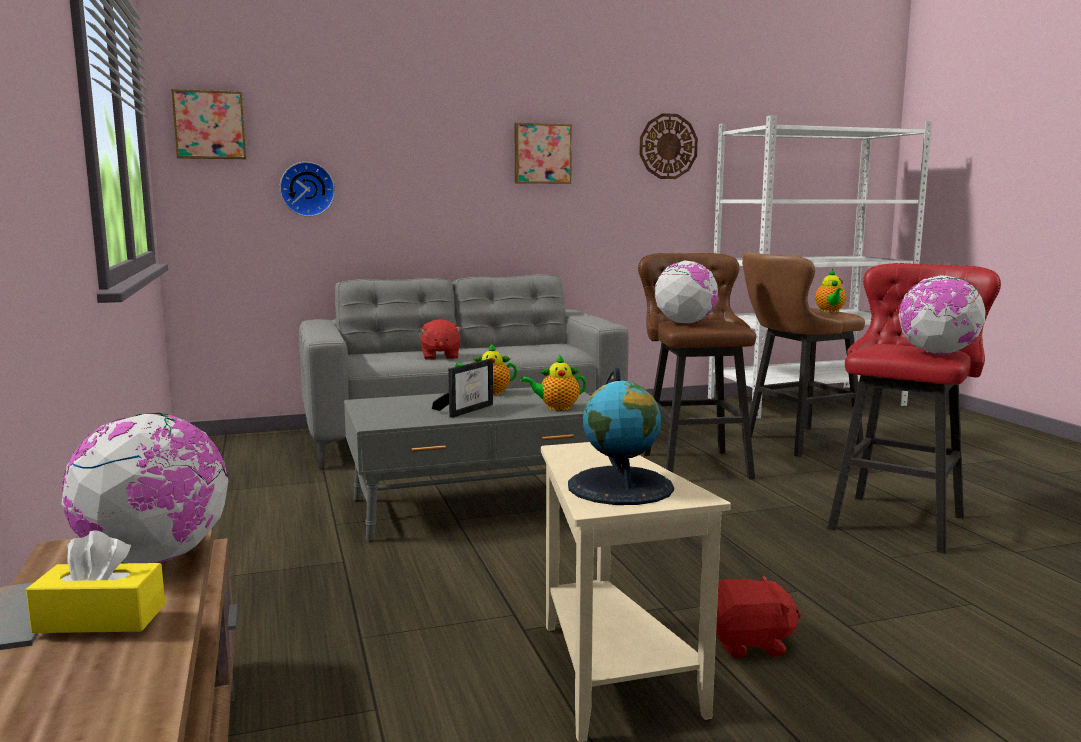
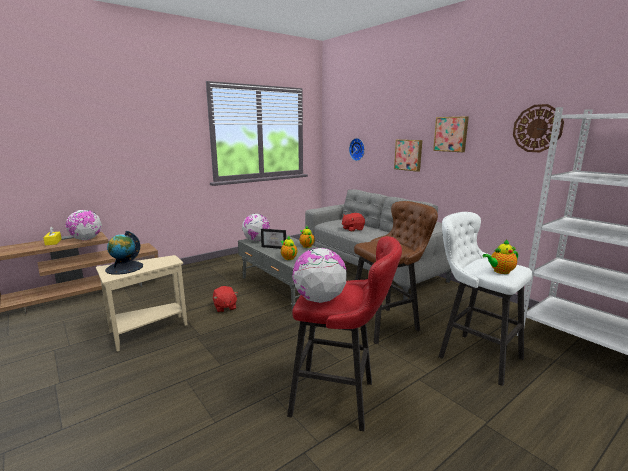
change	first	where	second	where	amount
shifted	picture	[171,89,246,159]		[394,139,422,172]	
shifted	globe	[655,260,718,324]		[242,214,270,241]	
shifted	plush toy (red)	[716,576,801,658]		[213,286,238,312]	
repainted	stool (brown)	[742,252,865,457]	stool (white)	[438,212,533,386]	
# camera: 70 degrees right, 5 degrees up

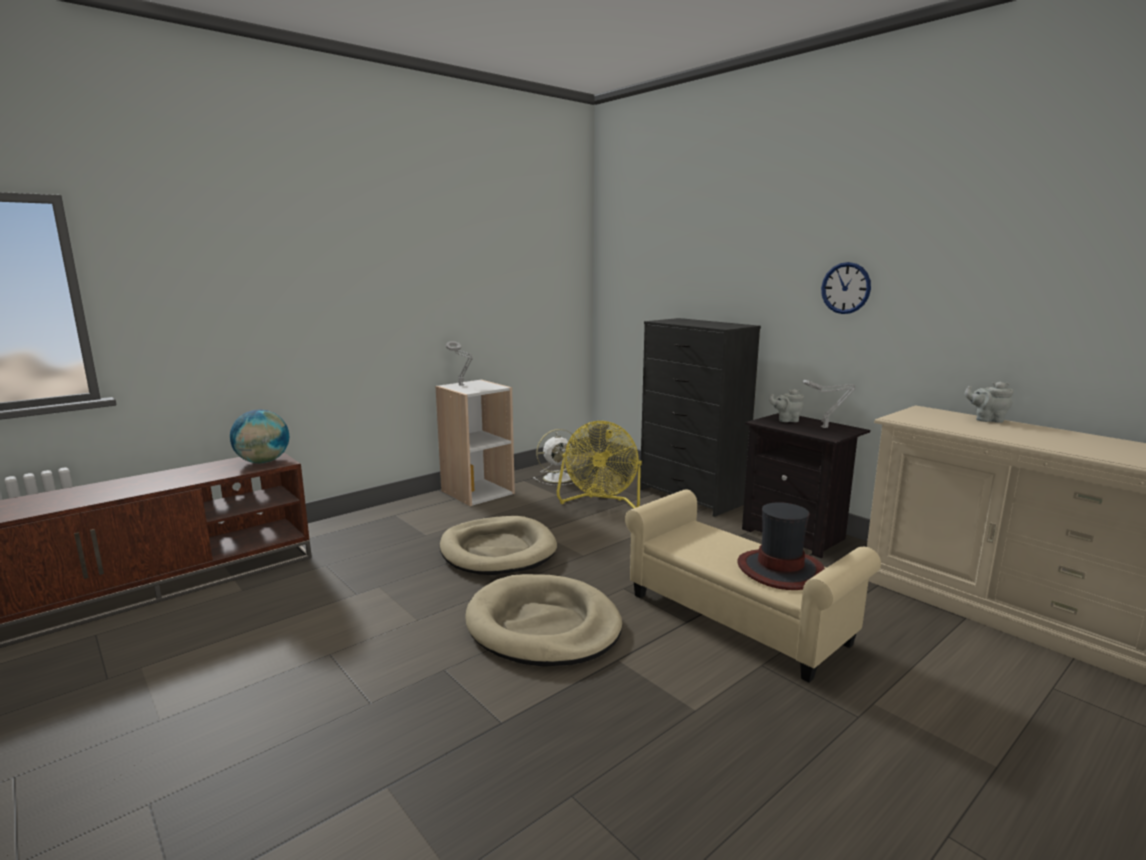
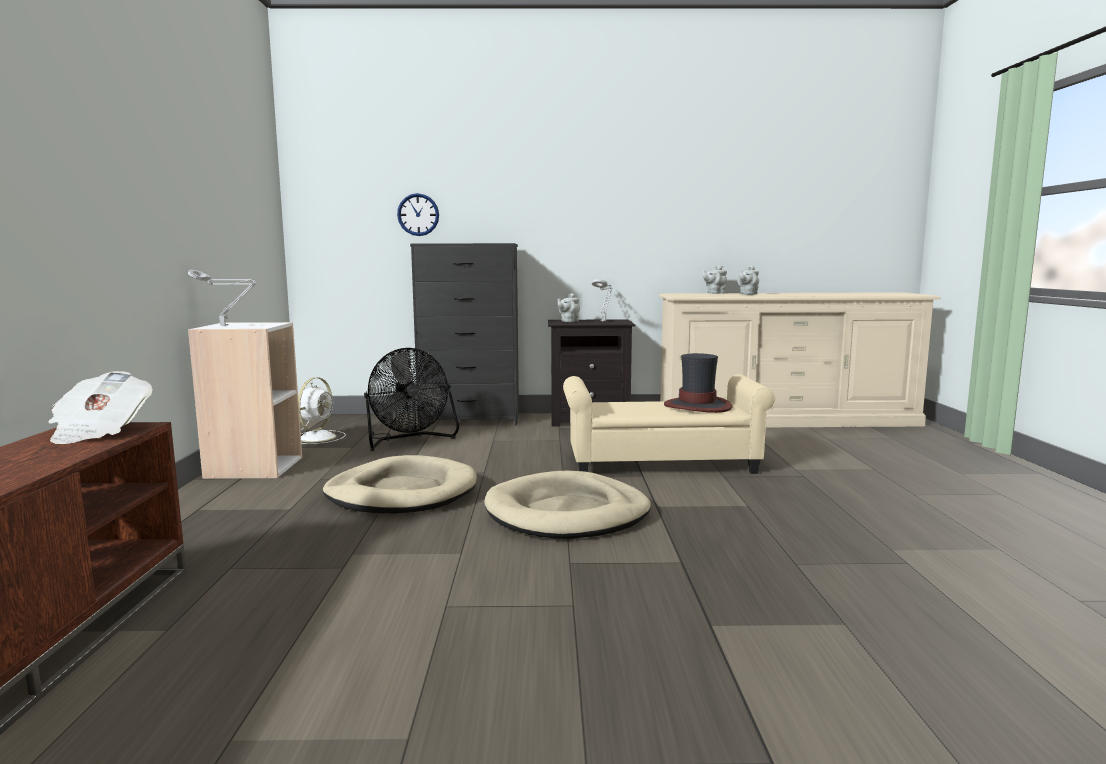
change	first	where	second	where	amount
new			teapot (grey)	[737,265,759,295]	
shifted	wall clock	[821,262,871,314]		[397,193,439,236]	
swapped	globe	[230,410,289,463]	newspaper	[48,371,153,444]	
repainted	fan (yellow)	[557,421,642,509]	fan (black)	[364,348,459,451]	
# camera: 50 degrees left, 5 degrees down

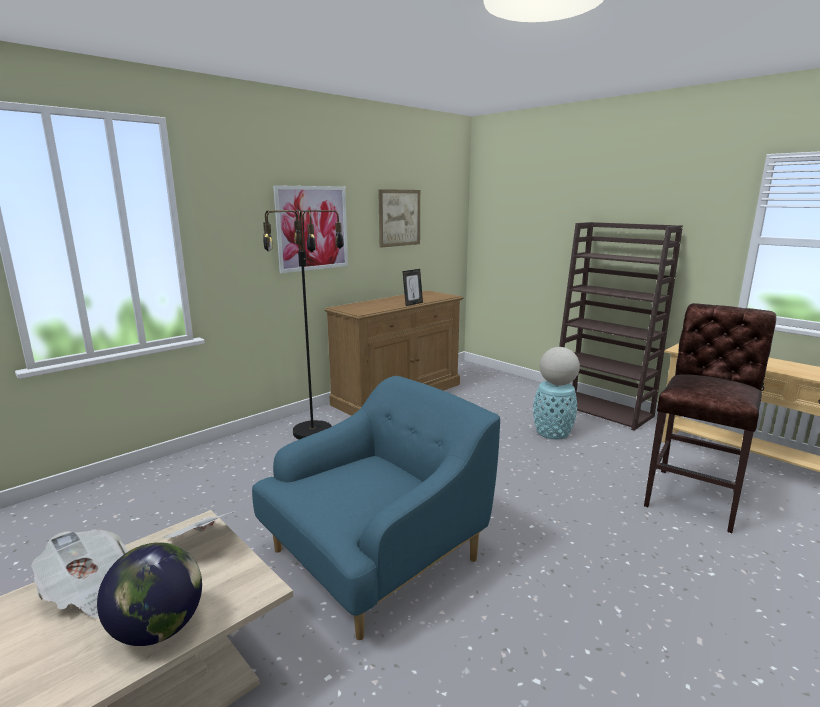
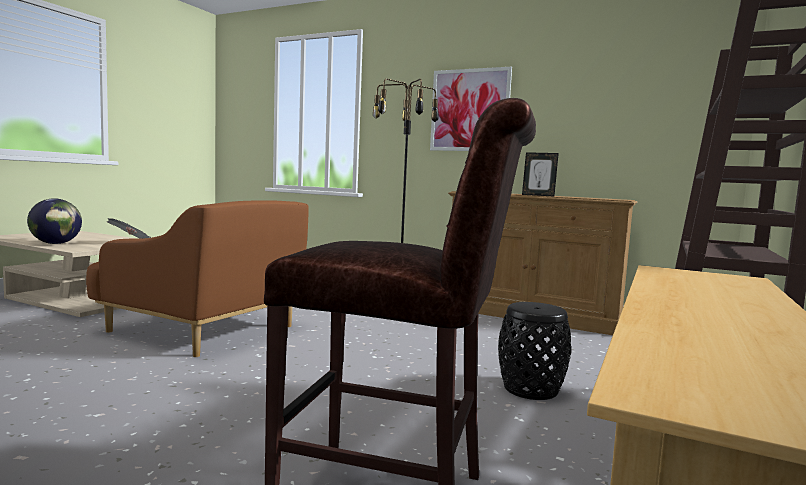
change	first	where	second	where	amount
gone	newspaper	[31,529,128,618]			
gone	picture	[378,189,420,248]			
gone	globe	[540,347,580,385]			
repainted	armchair (blue)	[252,376,500,640]	armchair (brown)	[86,200,309,357]	
repainted	stool (turquoise)	[533,381,577,439]	stool (black)	[498,302,571,400]	
# camera: 70 degrees right, 10 degrees down

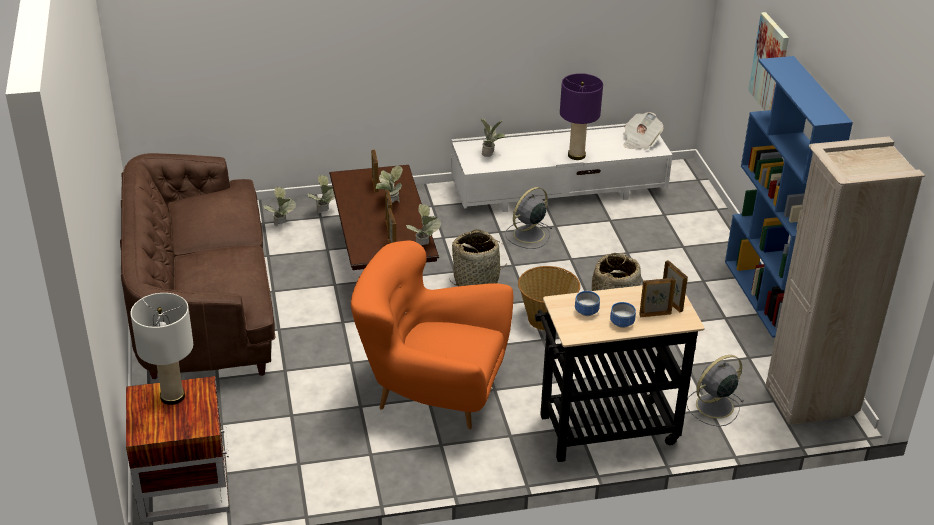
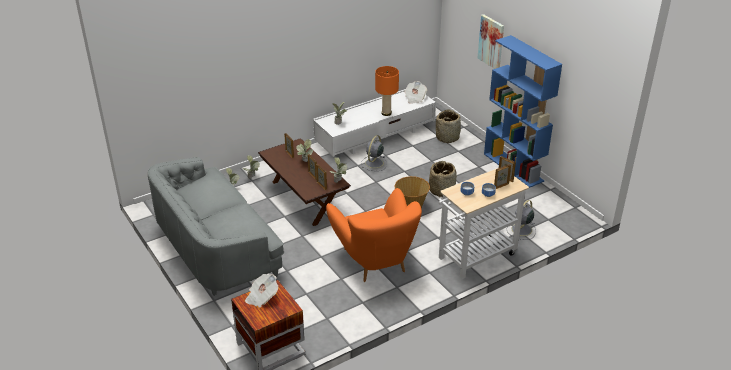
change	first	where	second	where	amount
gone	cabinet (beige)	[766,136,925,425]			
shifted	basket	[450,229,510,286]		[436,109,461,143]	
swapped	table lamp (white)	[131,293,193,405]	newspaper	[245,274,278,307]	
repainted	sofa (brown)	[120,153,276,379]	sofa (grey)	[148,157,284,296]	
repainted	cart (black)	[535,285,705,462]	cart (white)	[439,168,529,279]	
repainted	table lamp (purple)	[560,73,603,160]	table lamp (orange)	[375,66,399,116]	
rotated	armchair (orange)	[351,241,513,429]		[326,188,422,282]	105 degrees counterclockwise
# camera: 20 degrees left, 0 degrees up

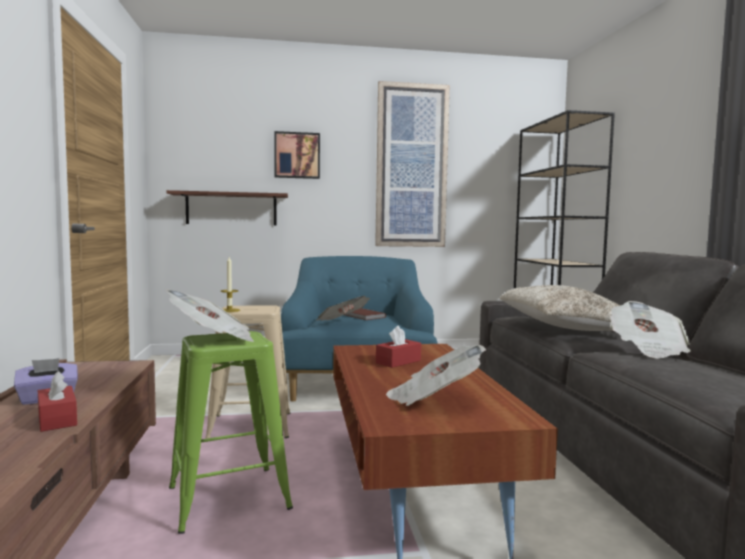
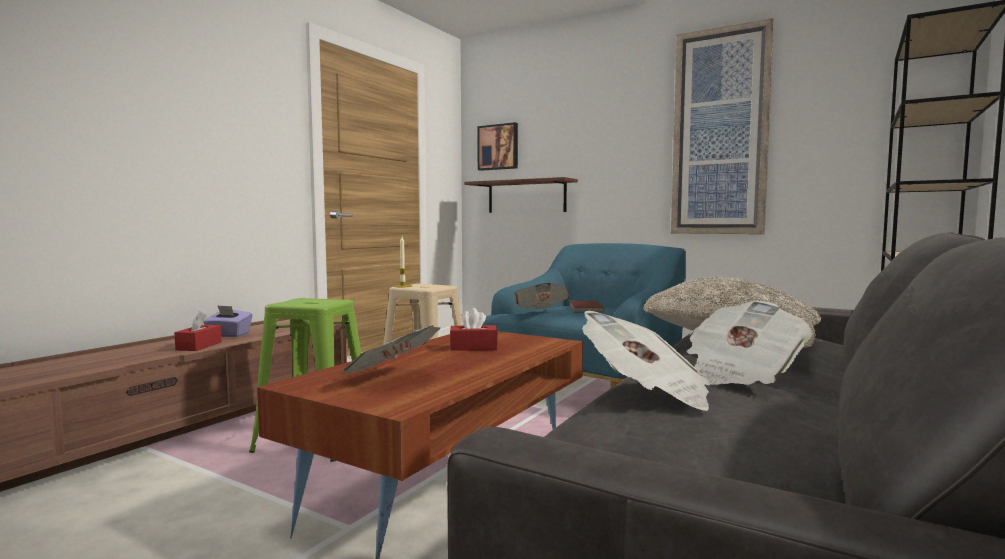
change	first	where	second	where	amount
shifted	newspaper	[166,289,254,342]		[582,311,710,411]	
shifted	picture	[275,131,320,179]		[477,122,518,171]	
# camera: 40 degrees right, 0 degrees up

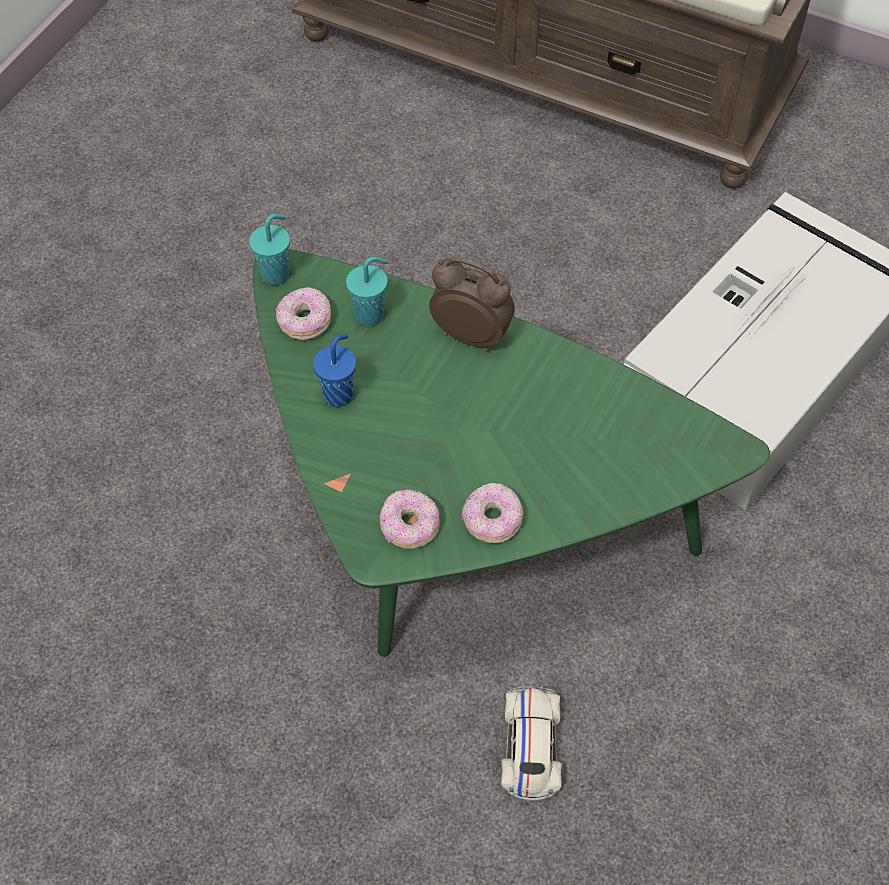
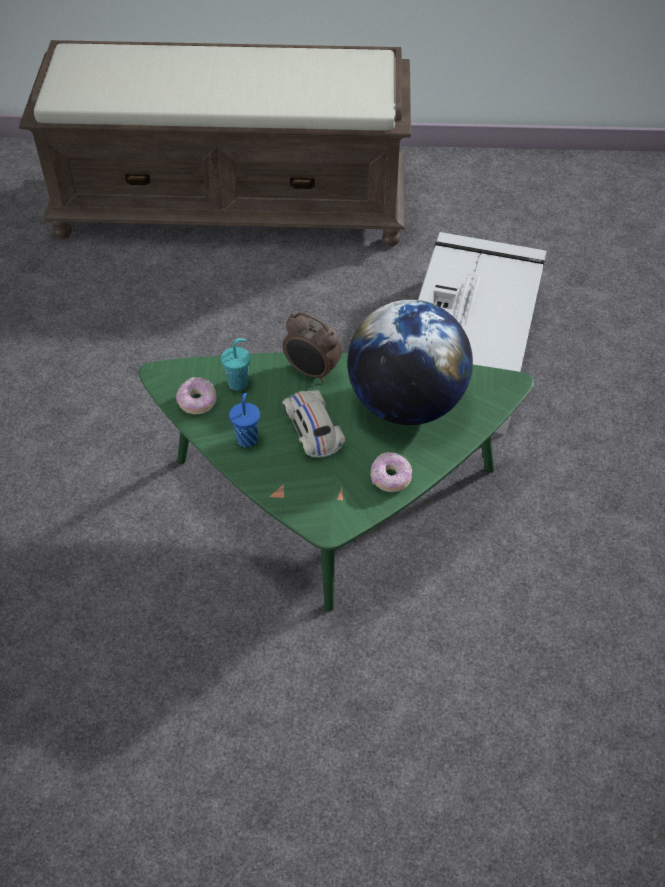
change	first	where	second	where	amount
gone	cup (turquoise)	[249,214,290,285]			
gone	donut	[380,490,440,549]			
new			globe	[347,300,473,425]	
shifted	toy car (white)	[501,686,562,801]		[282,390,345,458]	
rotated	alarm clock	[429,257,515,351]		[282,311,341,383]	150 degrees counterclockwise
# camera: 25 degrees left, 5 degrees down

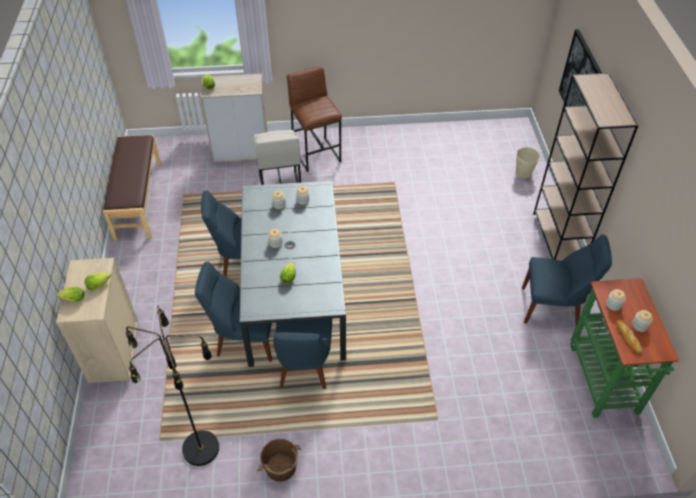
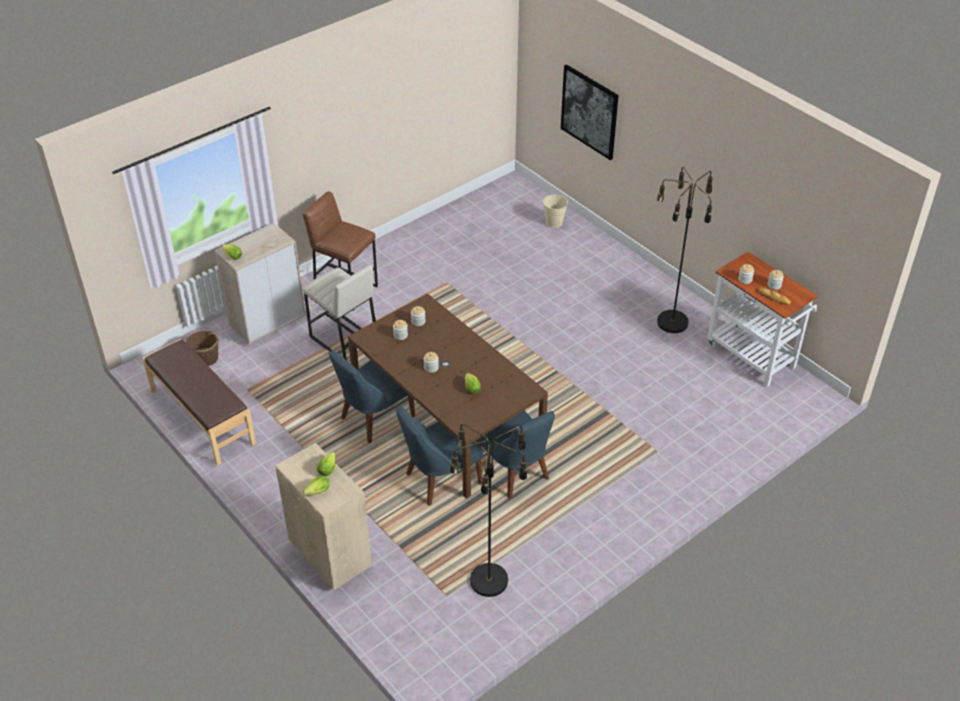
change	first	where	second	where	amount
gone	bookcase (beige)	[533,73,638,262]			
shifted	bucket (brown)	[257,439,301,482]		[186,330,219,366]	
swapped	chair (blue)	[522,234,612,325]	floor lamp	[657,167,712,333]	
repainted	dining table (grey)	[240,181,346,367]	dining table (brown)	[348,294,548,499]	
repainted	cart (green)	[571,278,679,418]	cart (white)	[707,252,817,387]	
# camera: 35 degrees left, 5 degrees down

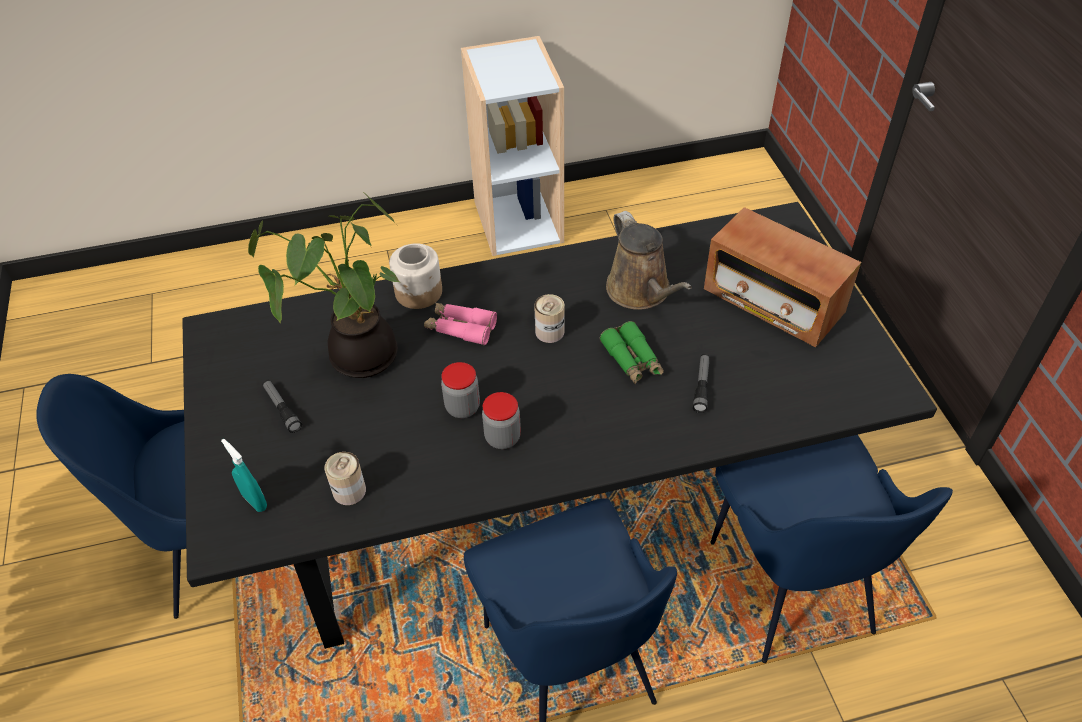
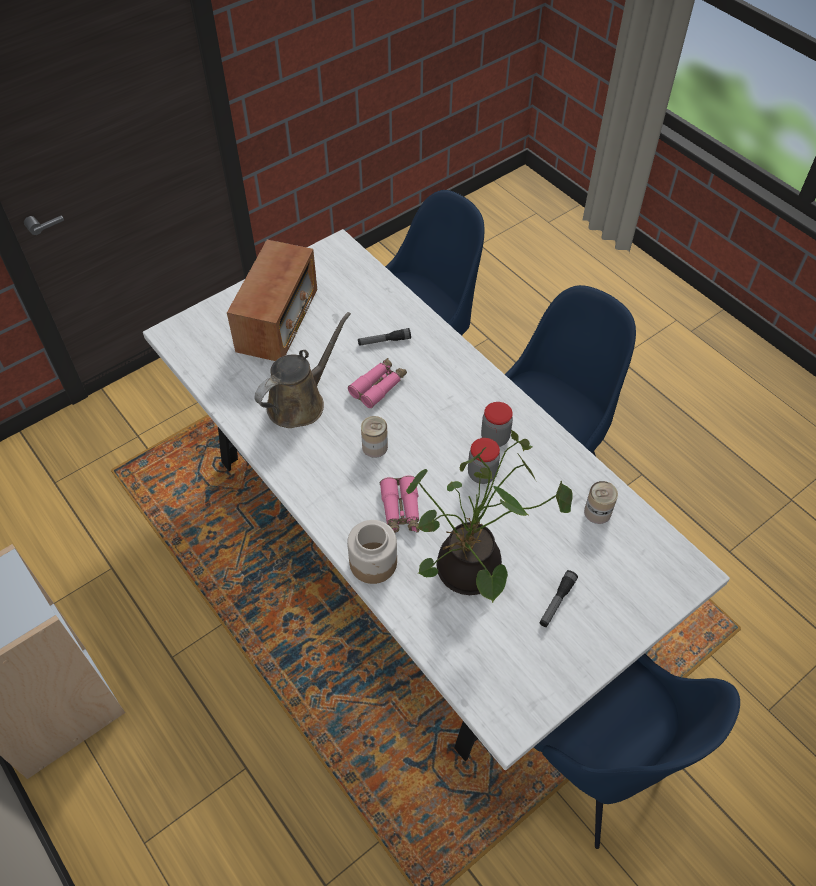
change	first	where	second	where	amount
gone	spray bottle (turquoise)	[221,439,267,512]			
repainted	dining table (black)	[182,202,937,649]	dining table (white)	[143,229,730,770]	
repainted	binoculars (green)	[600,321,664,384]	binoculars (pink)	[348,358,407,408]	
# camera: 115 degrees left, 5 degrees up

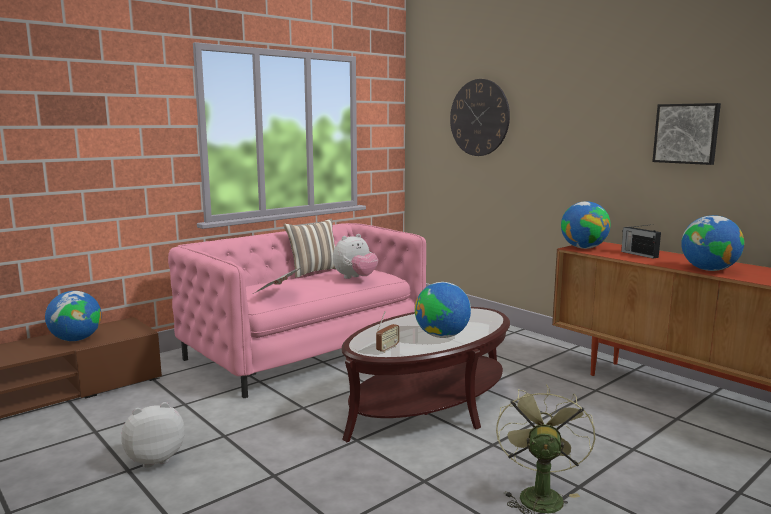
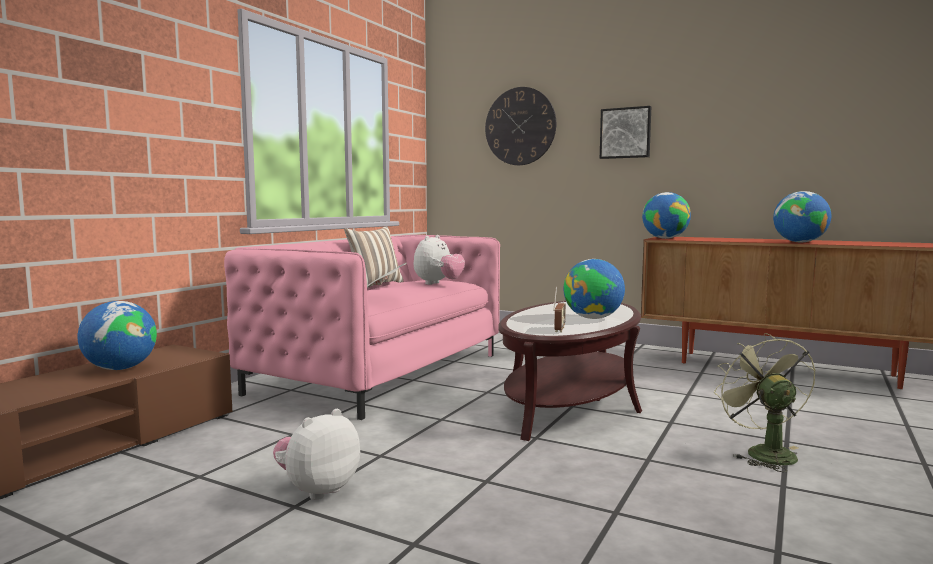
change	first	where	second	where	amount
gone	radio	[621,224,661,259]			
shifted	picture	[652,103,721,165]		[600,106,651,159]	
# camera: 20 degrees left, 5 degrees down

